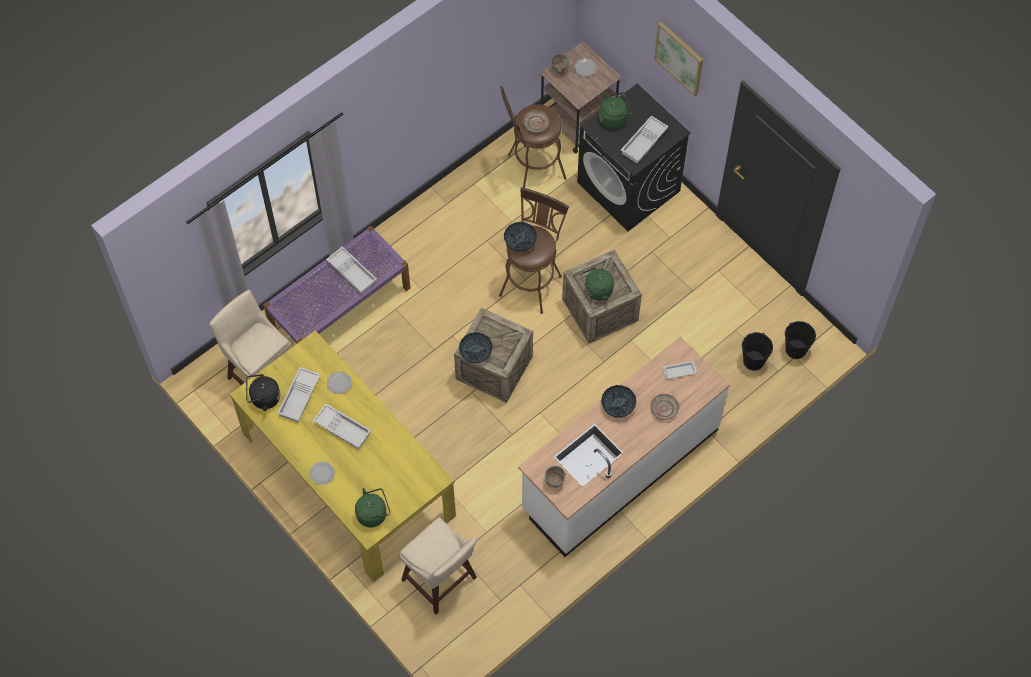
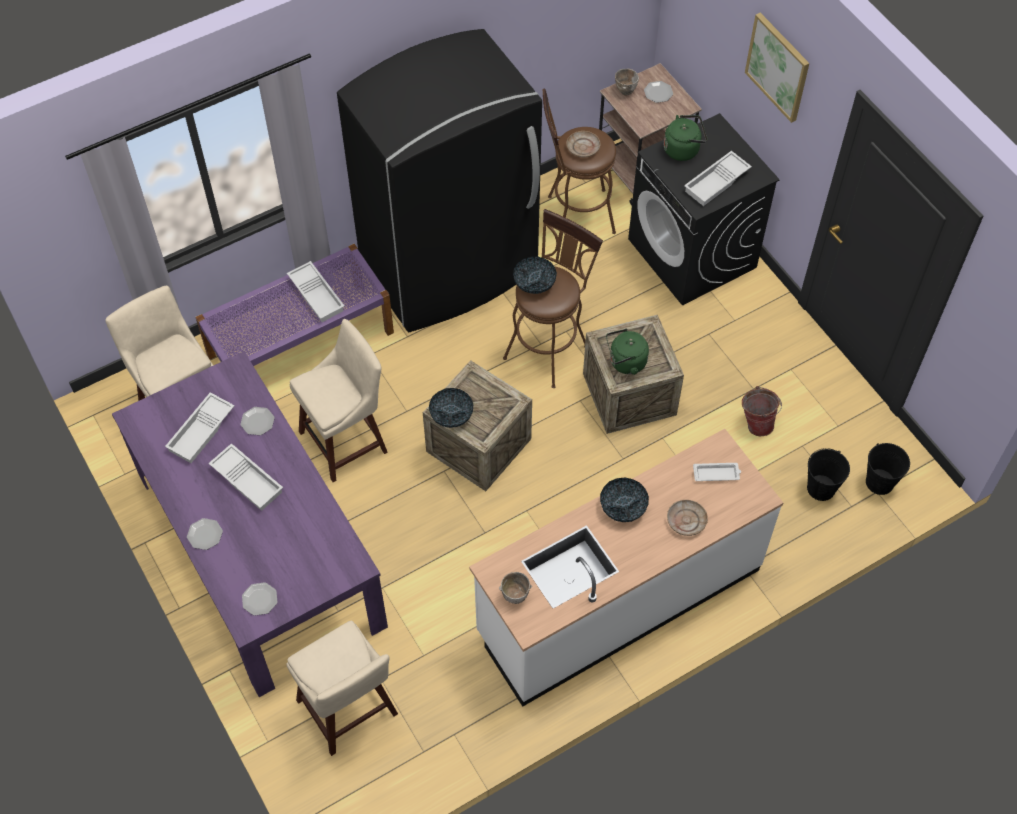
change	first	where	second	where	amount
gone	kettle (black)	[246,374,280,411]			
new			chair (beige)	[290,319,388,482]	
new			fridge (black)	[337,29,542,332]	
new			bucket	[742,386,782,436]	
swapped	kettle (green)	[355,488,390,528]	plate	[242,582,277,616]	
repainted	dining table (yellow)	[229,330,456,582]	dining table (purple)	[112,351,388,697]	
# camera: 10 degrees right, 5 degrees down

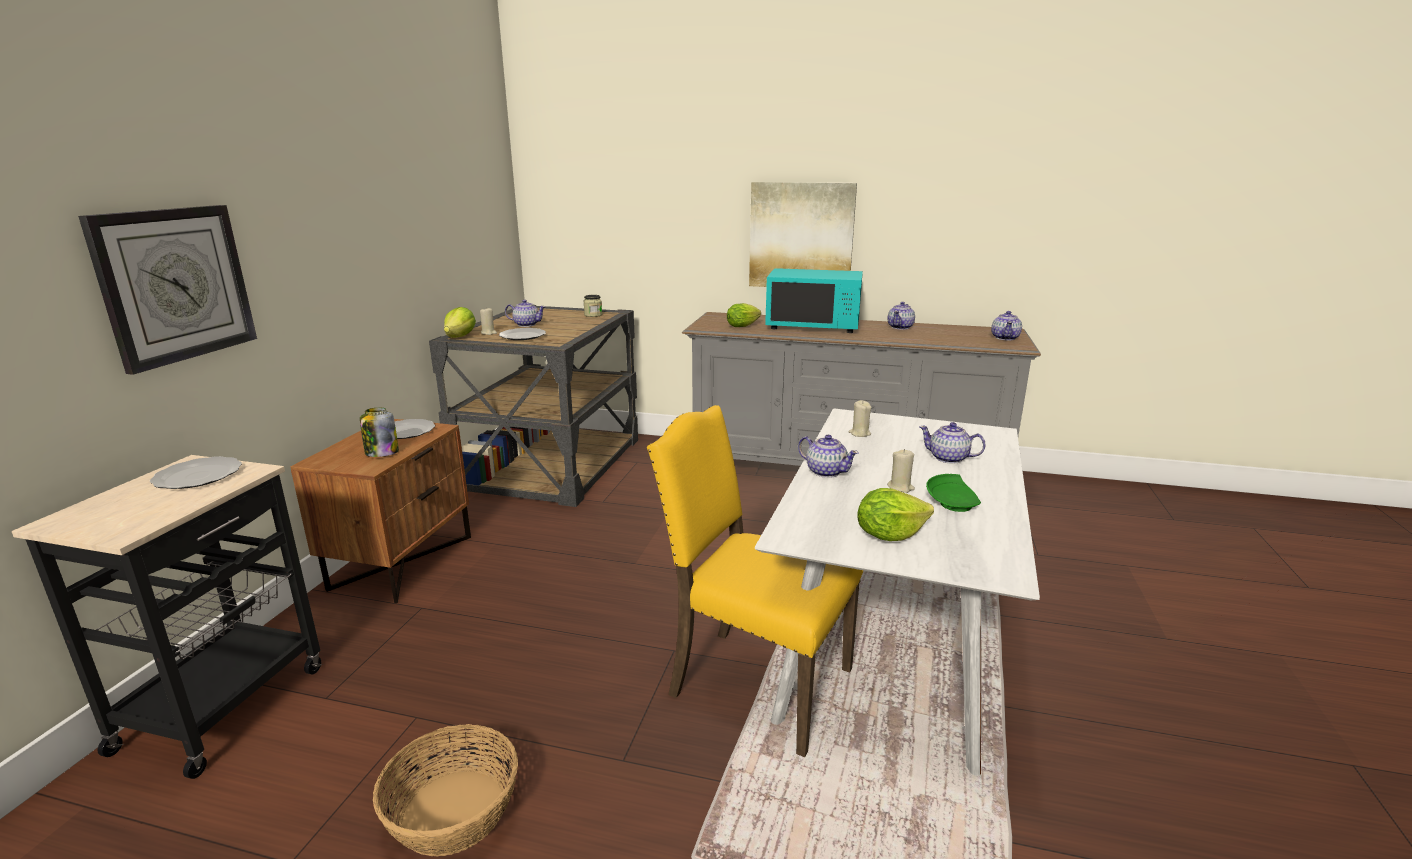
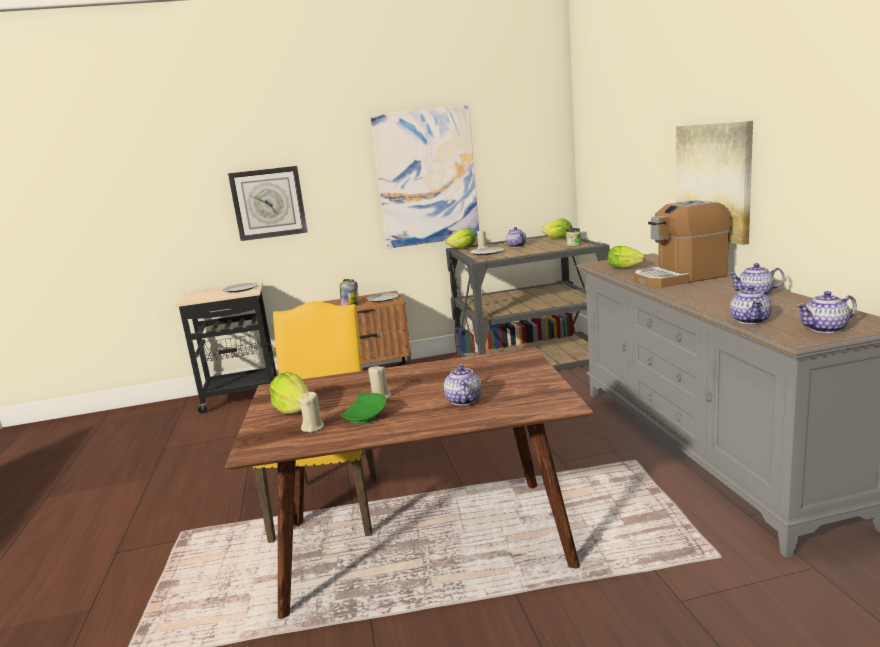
change	first	where	second	where	amount
gone	basket	[373,724,518,857]			
new			picture	[370,105,479,248]	
new			lettuce	[542,218,573,238]	
shifted	teapot	[798,435,859,478]		[730,285,772,324]	
shifted	candle (beige)	[849,400,872,437]		[299,392,324,432]	
swapped	microwave (turquoise)	[765,268,863,333]	coffee machine	[634,200,731,288]	
repainted	dining table (white)	[755,408,1040,776]	dining table (brown)	[225,347,593,619]	
# camera: 65 degrees right, 5 degrees down

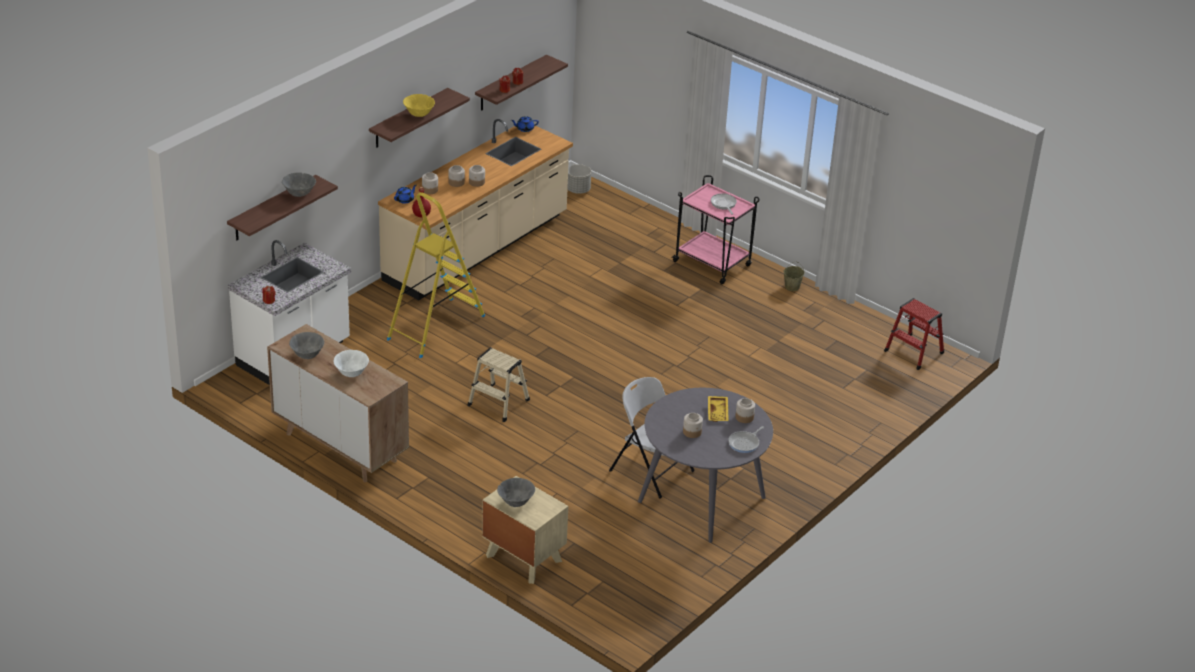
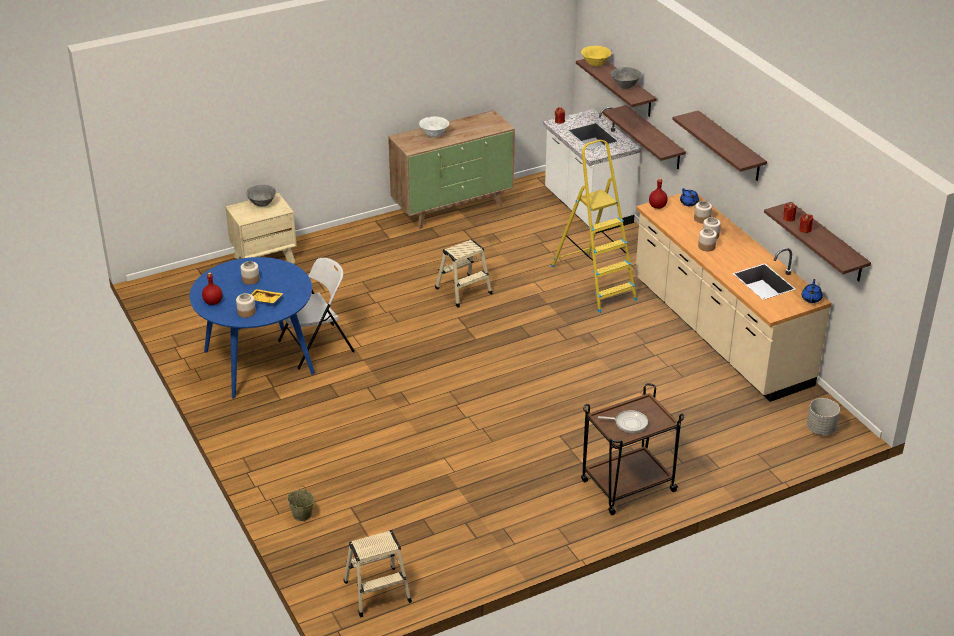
change	first	where	second	where	amount
gone	bowl (grey)	[289,332,324,359]			
new			shelf	[603,105,686,169]	
shifted	bowl (yellow)	[403,94,435,117]		[581,46,611,67]	
shifted	bucket (beige)	[784,261,804,291]		[287,486,314,521]	
swapped	frying pan	[728,426,764,453]	bottle (red)	[202,272,222,305]	
repainted	dining table (grey)	[638,388,773,543]	dining table (blue)	[190,257,315,398]	
repainted	cart (pink)	[672,175,760,285]	cart (brown)	[581,383,684,515]	
repainted	step ladder (red)	[884,298,944,370]	step ladder (beige)	[343,530,412,617]	
# camera: 115 degrees right, 0 degrees up

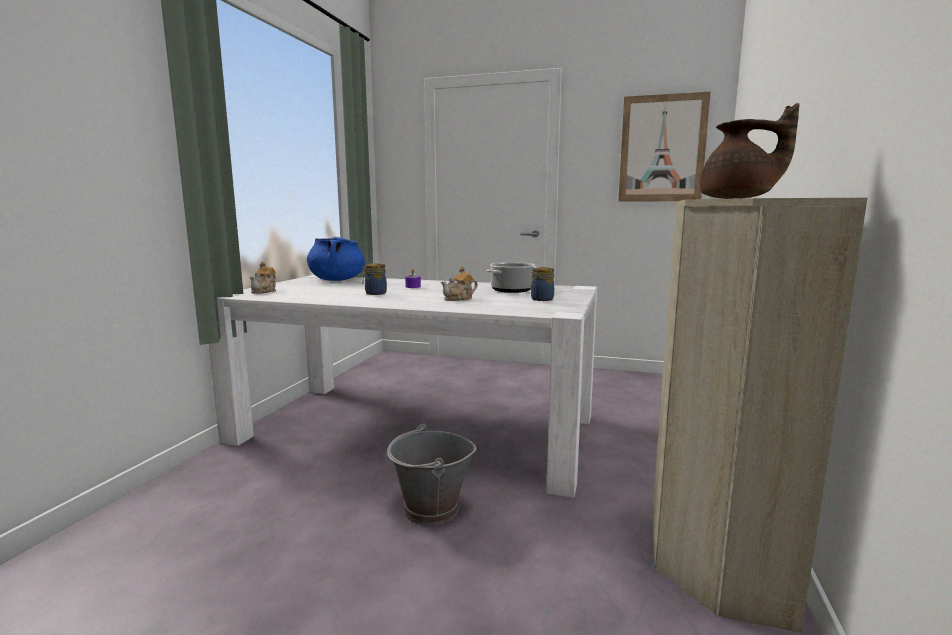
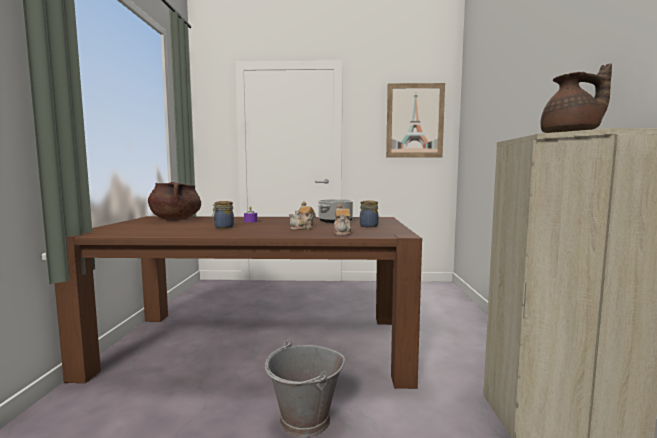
change	first	where	second	where	amount
shifted	teapot	[250,262,276,294]		[334,204,352,235]	
repainted	dining table (white)	[209,275,597,498]	dining table (brown)	[55,216,422,389]	
repainted	cooking pot (blue)	[307,237,365,281]	cooking pot (brown)	[148,182,201,220]	
# camera: 15 degrees left, 5 degrees down

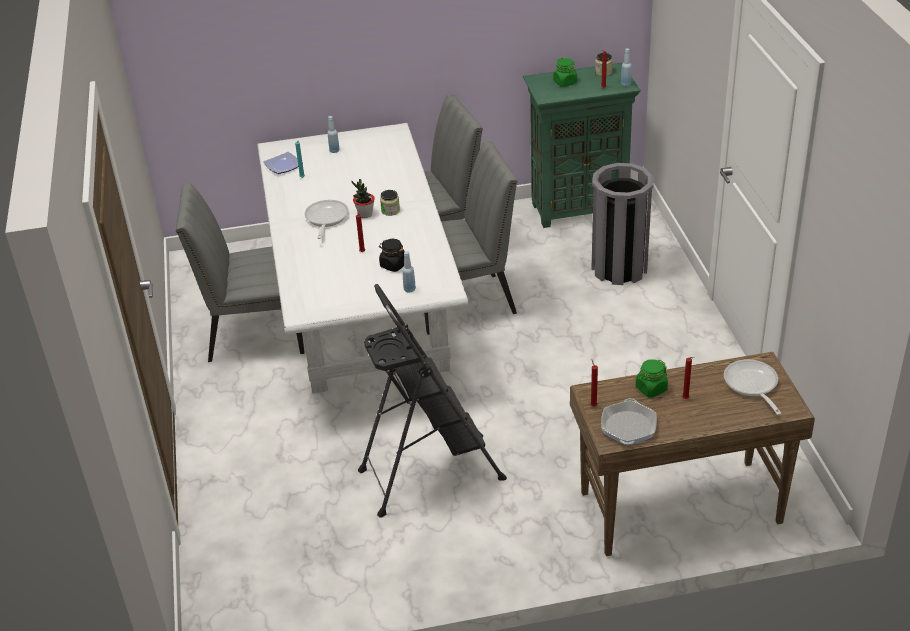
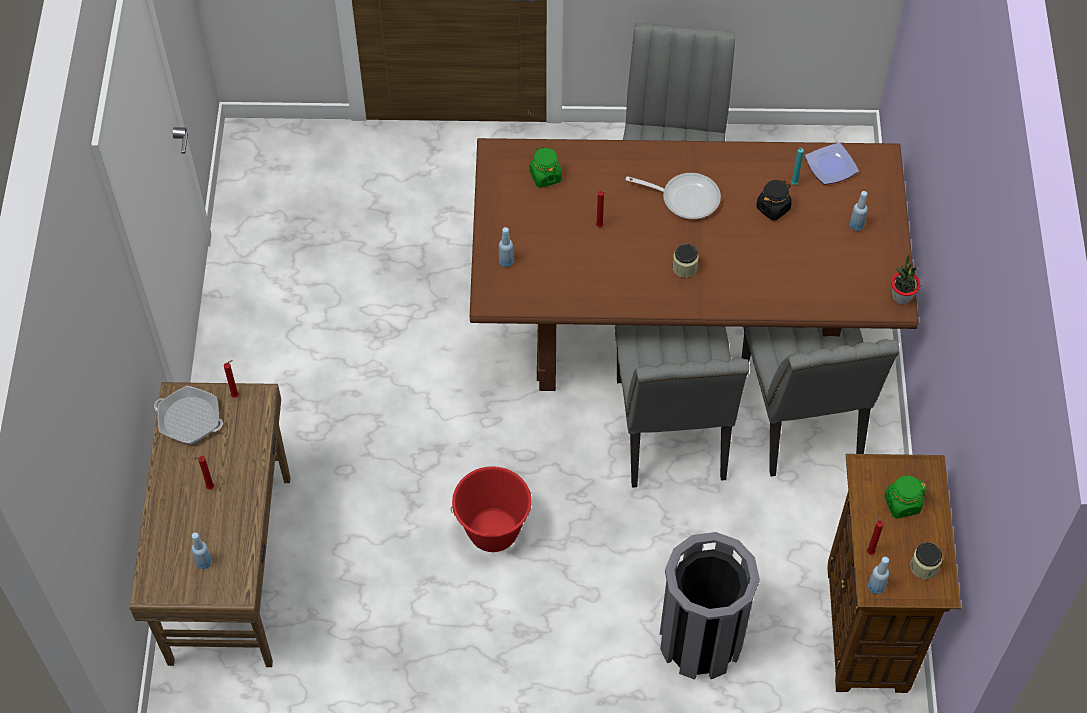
change	first	where	second	where	amount
gone	step ladder	[358,284,507,518]			
new			bucket (red)	[451,466,532,552]	
shifted	potted plant	[351,179,375,218]		[891,254,920,305]	
shifted	jar (black)	[379,239,405,272]		[756,180,792,221]	
shifted	jar (green)	[636,359,668,398]		[529,146,562,188]	
swapped	frying pan	[724,359,782,415]	bottle (blue)	[192,532,212,569]	
repainted	dining table (white)	[257,123,468,394]	dining table (brown)	[470,138,919,391]	
repainted	cabinet (green)	[523,62,641,228]	cabinet (brown)	[827,454,961,693]	
# camera: 100 degrees right, 20 degrees up

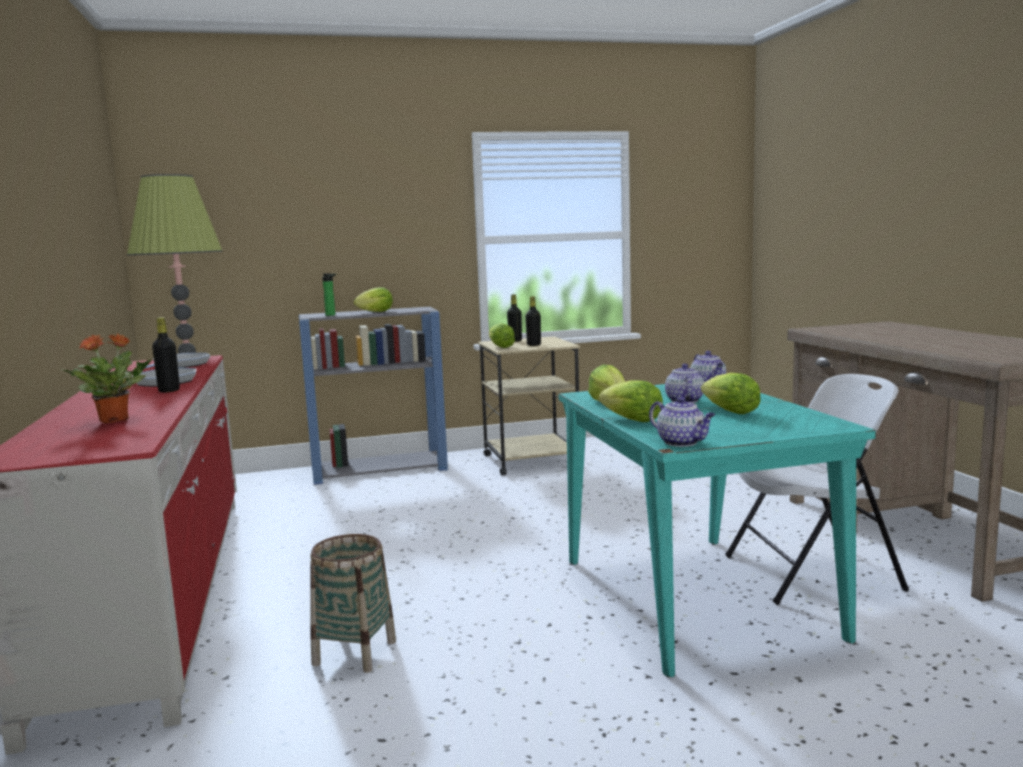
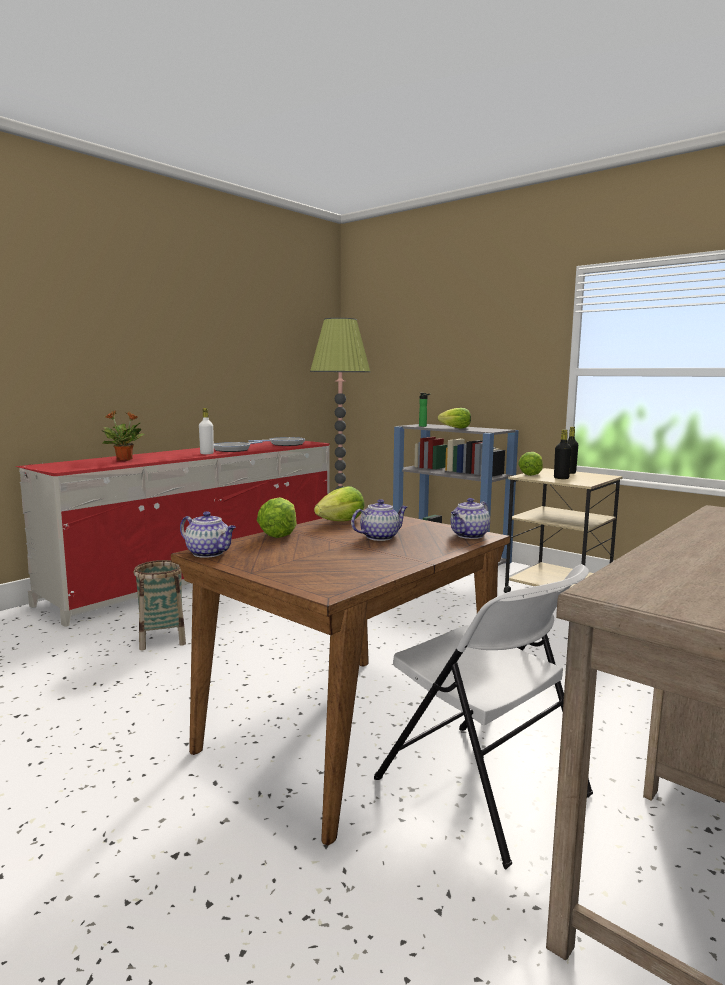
change	first	where	second	where	amount
gone	lettuce	[701,373,761,414]			
repainted	bottle (black)	[152,317,180,392]	bottle (white)	[199,408,214,454]	
repainted	dining table (turquoise)	[559,384,876,677]	dining table (brown)	[171,509,510,845]	
rotated	teapot	[649,397,715,447]		[180,511,236,558]	75 degrees counterclockwise
# camera: 55 degrees right, 0 degrees up

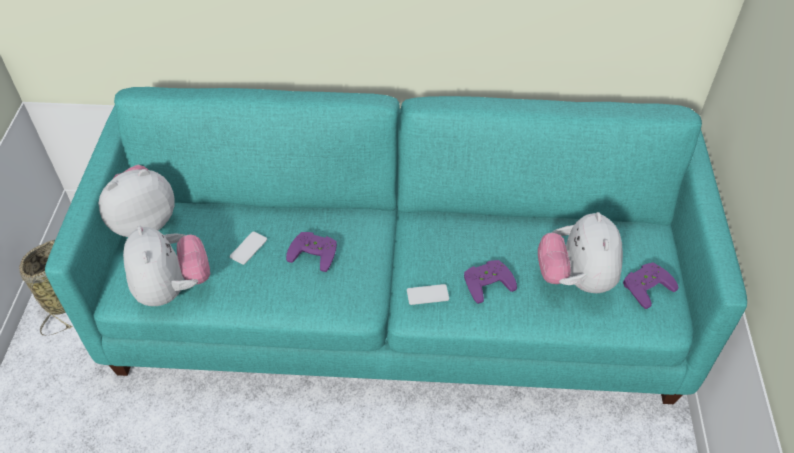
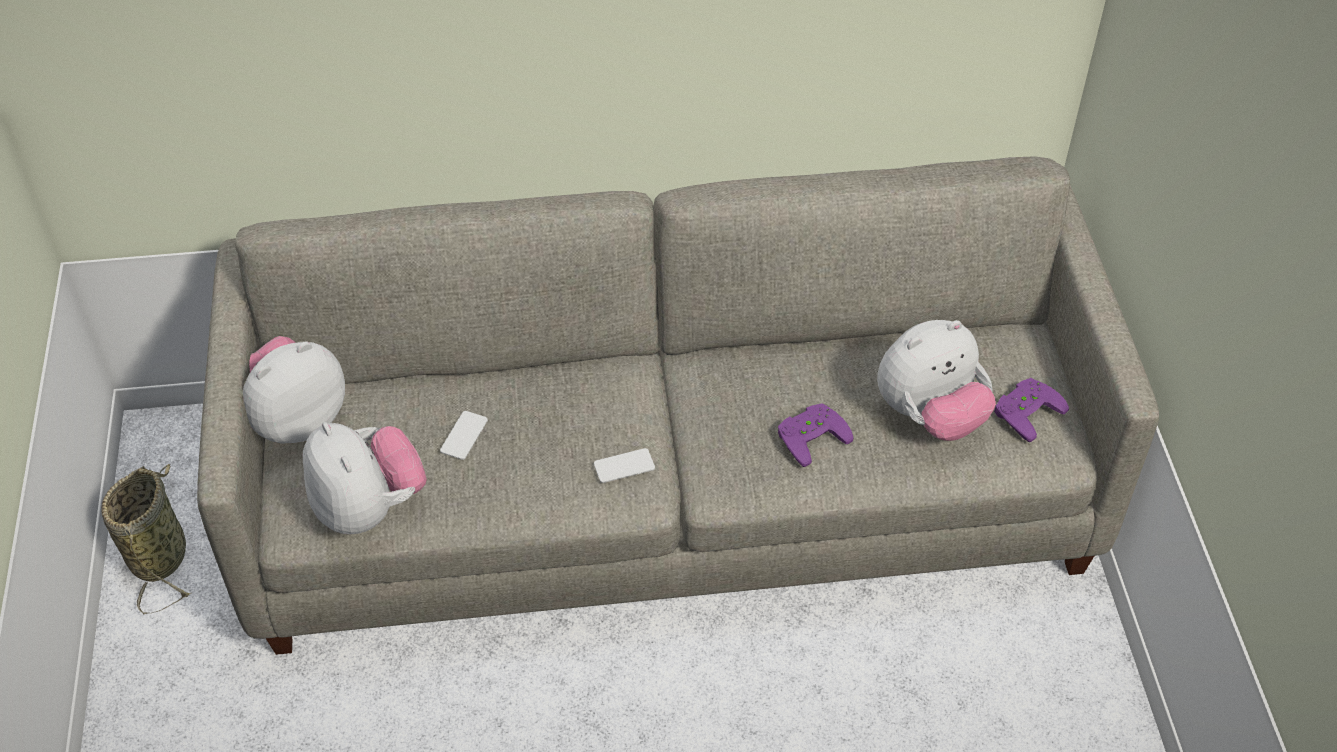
change	first	where	second	where	amount
gone	game controller (purple)	[286,232,337,272]			
shifted	phone	[407,284,449,305]		[594,448,655,483]	
repainted	sofa (turquoise)	[45,87,747,404]	sofa (grey)	[197,156,1159,655]	
rotated	plush toy	[538,212,623,293]		[877,320,996,441]	105 degrees counterclockwise
# camera: 10 degrees left, 0 degrees up

